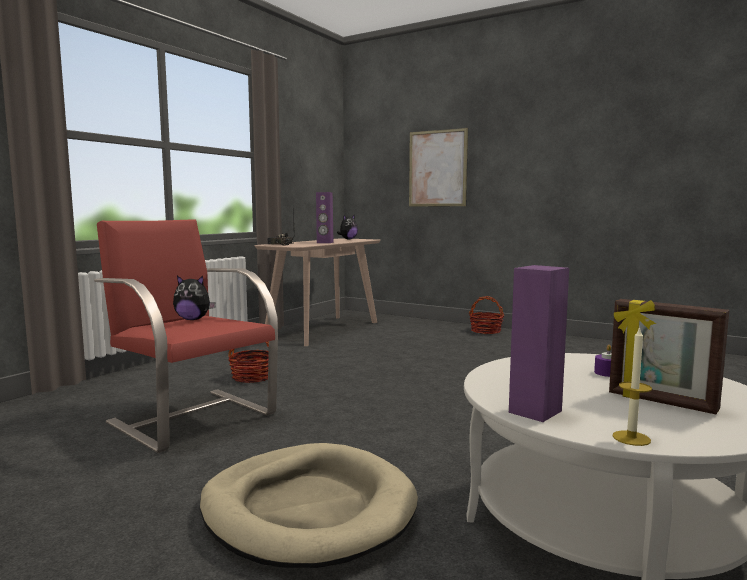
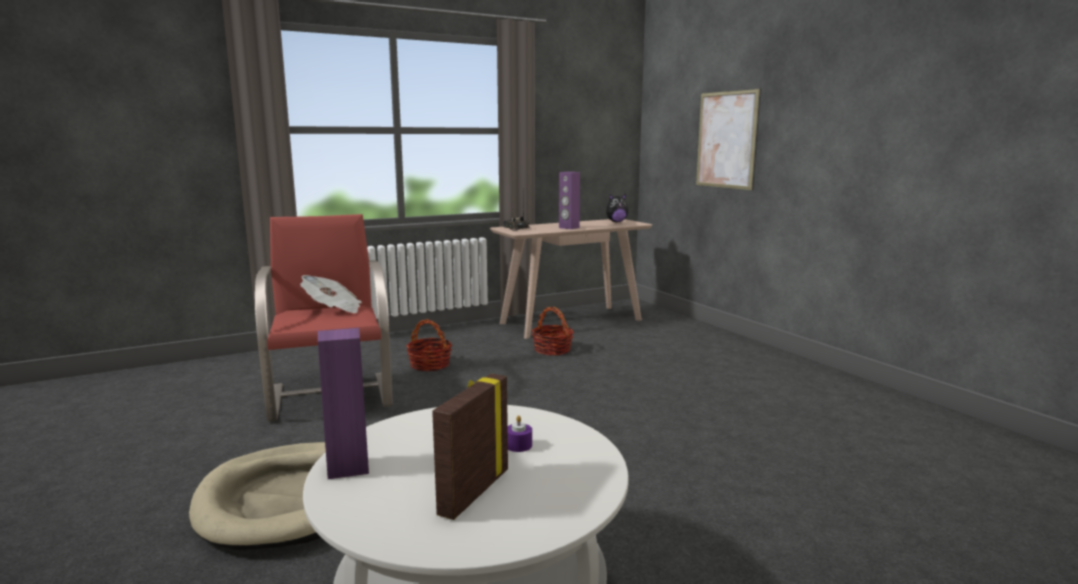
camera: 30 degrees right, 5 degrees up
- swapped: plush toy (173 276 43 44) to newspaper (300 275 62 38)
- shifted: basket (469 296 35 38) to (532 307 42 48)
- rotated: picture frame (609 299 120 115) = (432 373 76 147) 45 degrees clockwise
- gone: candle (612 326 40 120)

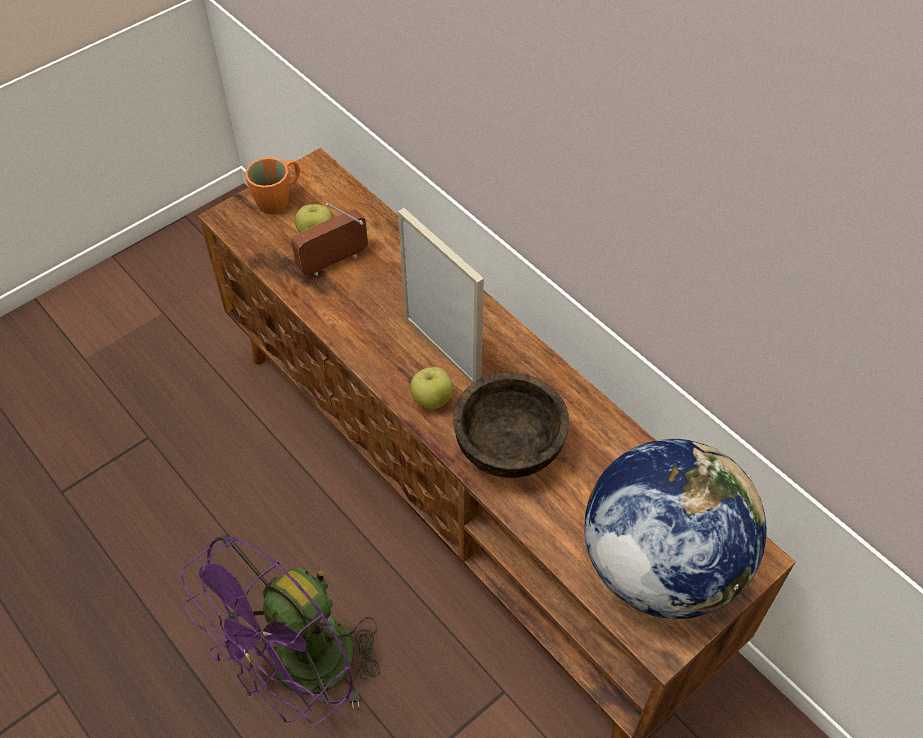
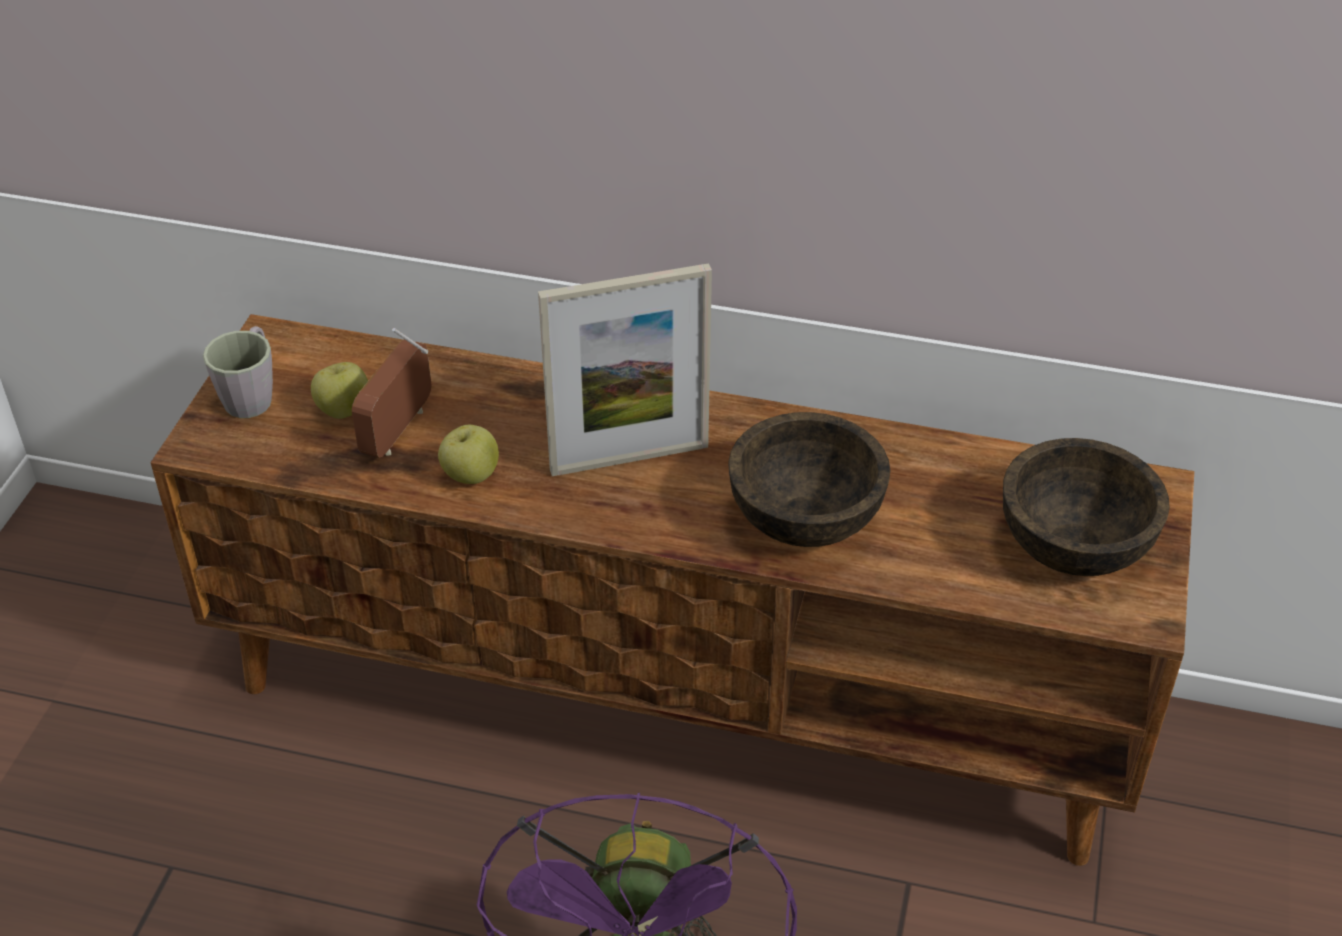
camera: 35 degrees left, 10 degrees down
- repainted: mug/orange (245 157 55 58) to mug/grey (203 326 70 92)
- rotated: picture frame (398 208 86 175) = (538 263 174 213) 150 degrees clockwise
- shifted: apple (410 367 43 42) to (438 425 61 59)
- swapped: globe (584 439 183 180) to bowl/brown (1003 438 167 138)

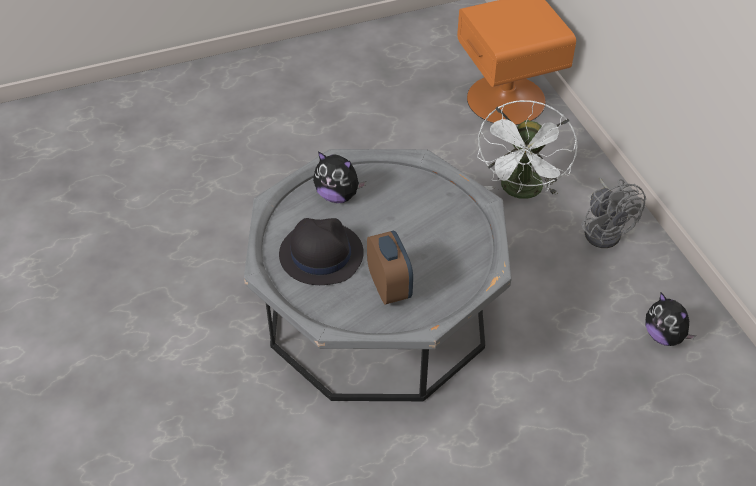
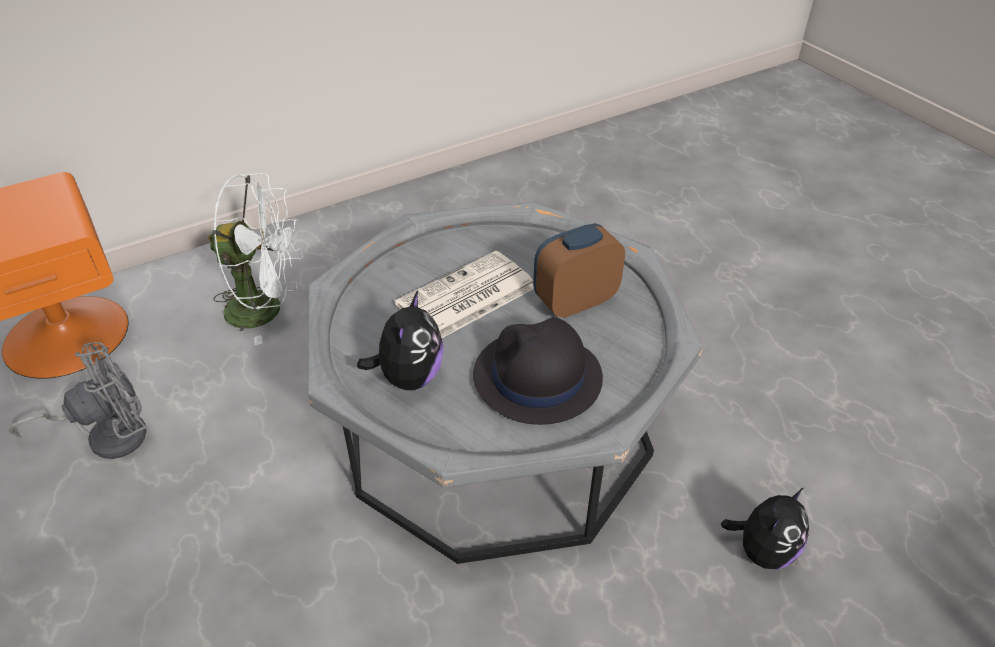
camera: 100 degrees left, 5 degrees down
- shifted: fan/grey (581 177 65 71) to (9 342 138 117)
- shifted: plush toy (645 292 51 54) to (721 488 88 81)
- new: newspaper (395 251 139 87)

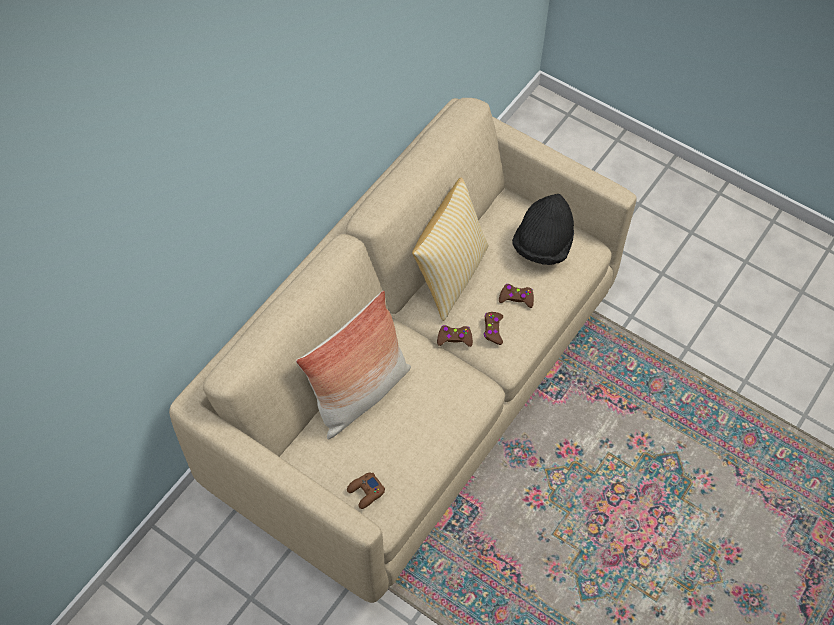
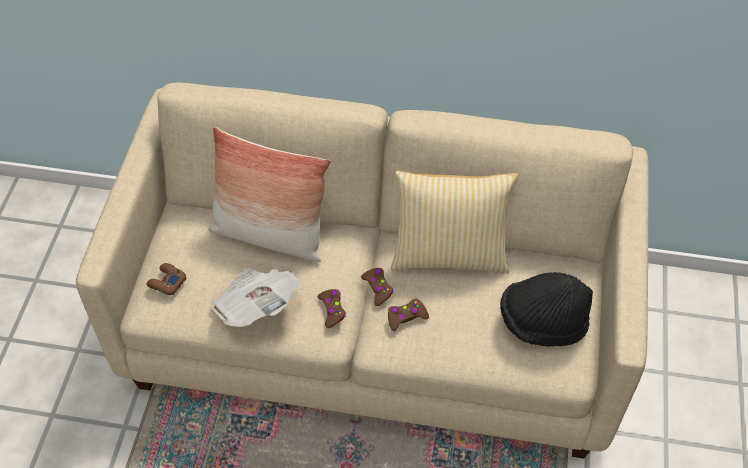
camera: 65 degrees right, 5 degrees down
- shifted: game controller/brown (499 284 35 24) to (318 289 28 39)
- new: newspaper (211 268 89 59)

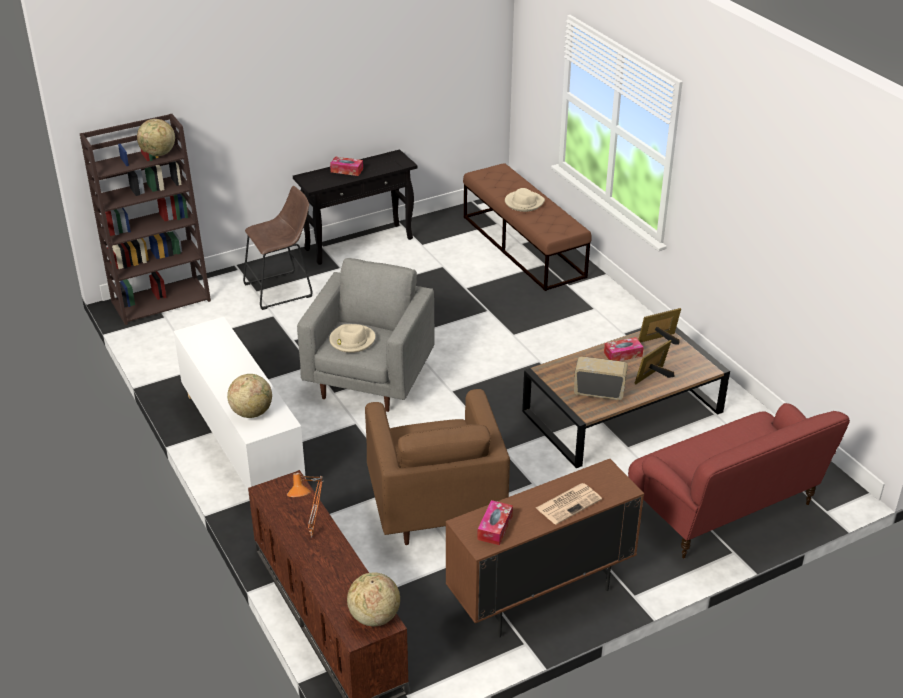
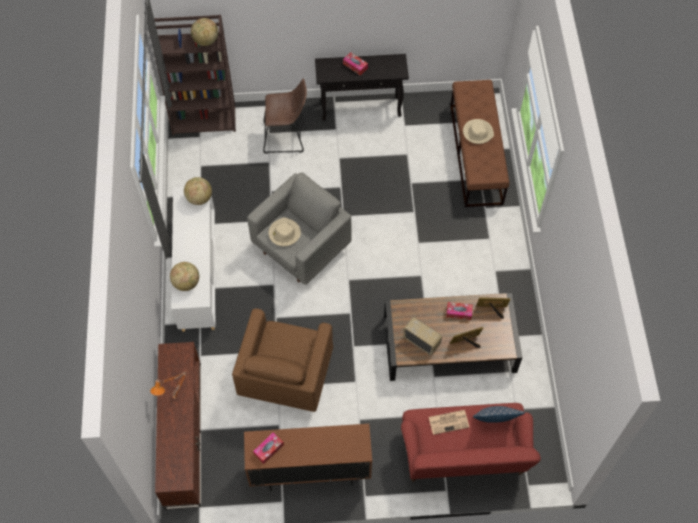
camera: 25 degrees right, 25 degrees up
- shifted: newspaper (536 483 66 42) to (429 410 40 25)
- shifted: globe (347 572 53 54) to (184 177 28 28)
- new: pillow (473 406 52 17)

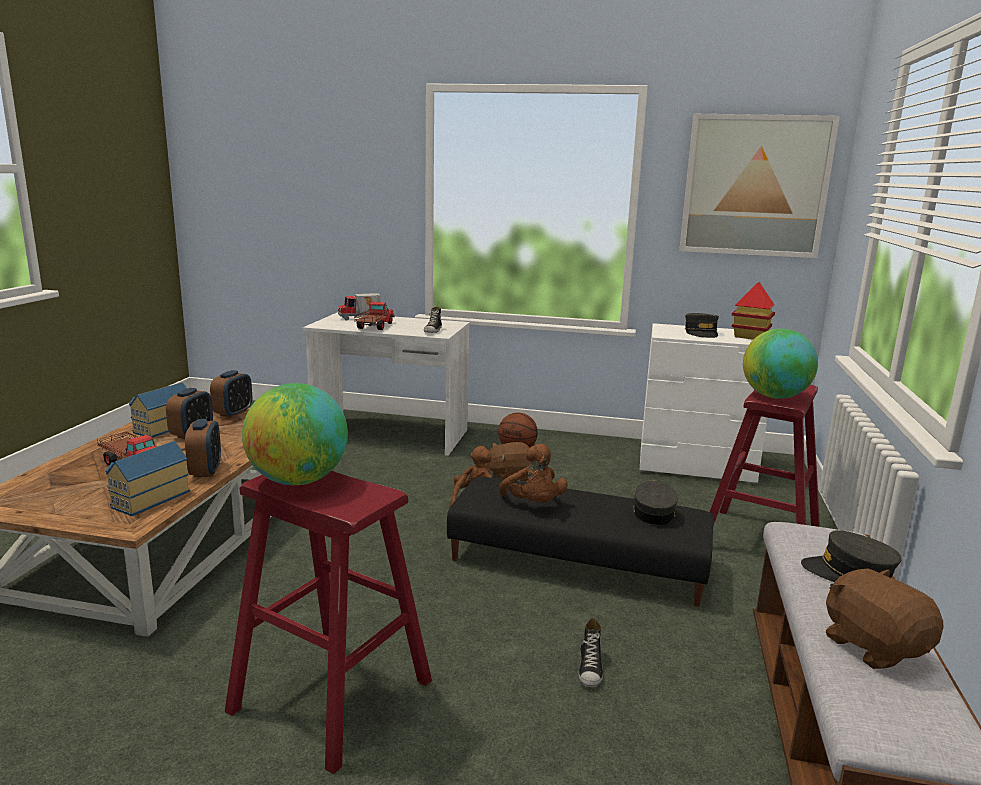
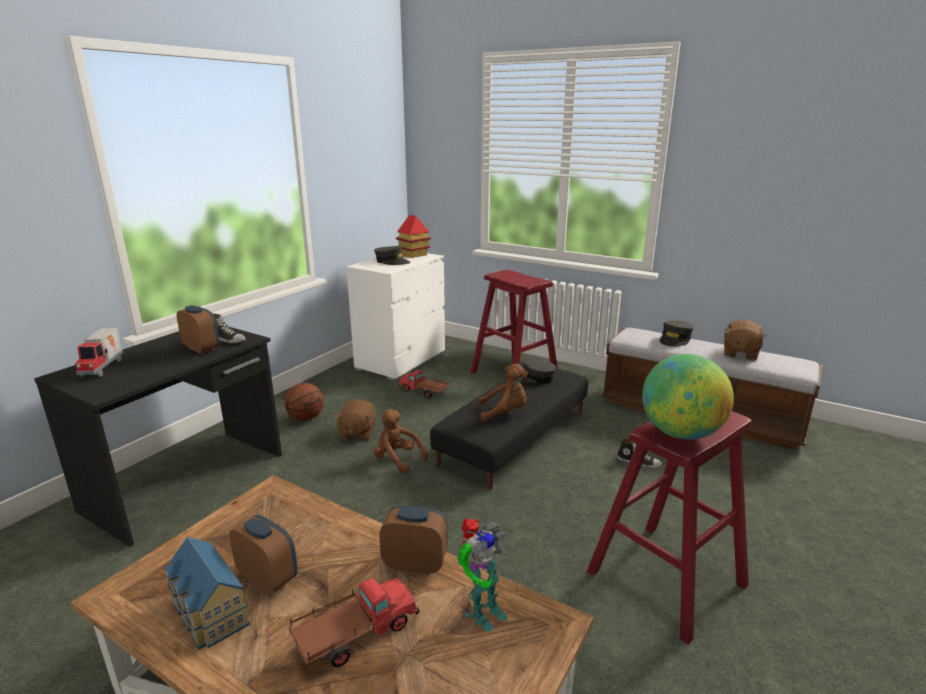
camera: 70 degrees left, 5 degrees up
- gone: picture (679 114 161 144)
- shifted: toy truck (354 302 41 28) to (398 370 51 28)
- repainted: desk/white (303 312 167 144) to desk/black (34 327 248 220)
- gone: globe (743 329 75 70)
- shifted: alarm clock (210 370 42 48) to (177 305 42 49)
- swapped: toy house (105 441 85 75) to toy robot (457 518 51 114)
- rotated: plush toy/brown (826 568 117 101) = (724 320 43 41) 60 degrees counterclockwise

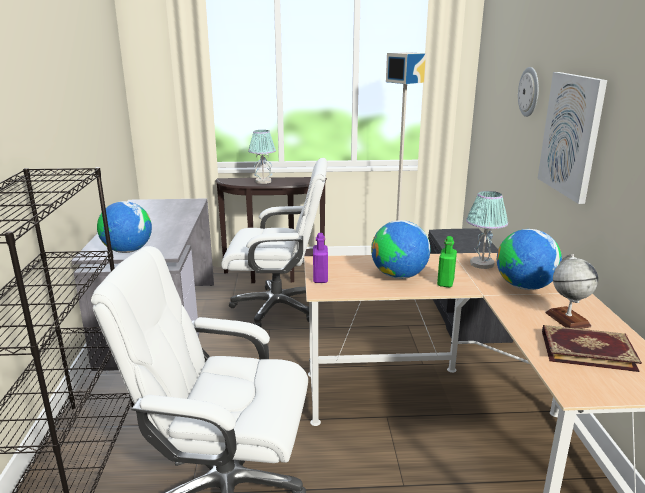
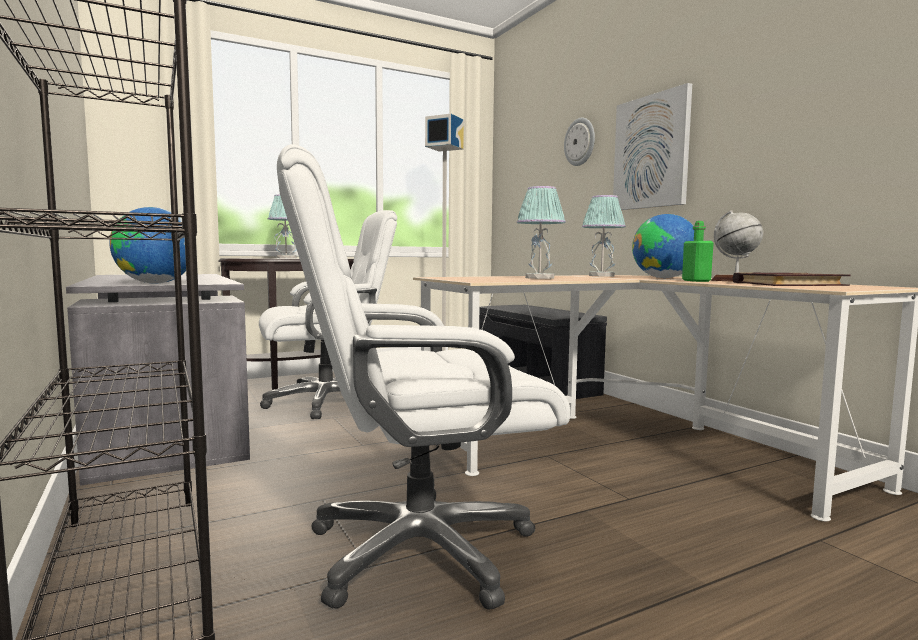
camera: 25 degrees left, 15 degrees down
- swapped: globe (371 220 59 59) to table lamp (517 186 49 93)
- gone: bottle/purple (313 233 15 50)
- shifted: bottle/green (437 236 20 51) to (682 221 32 61)

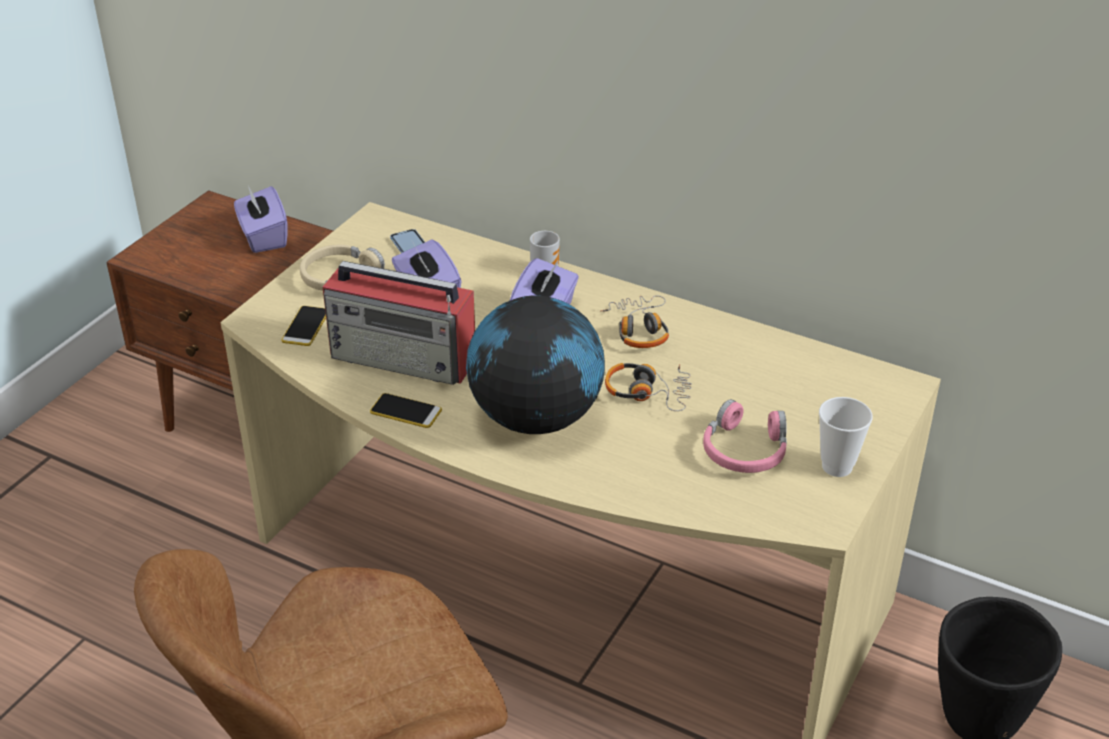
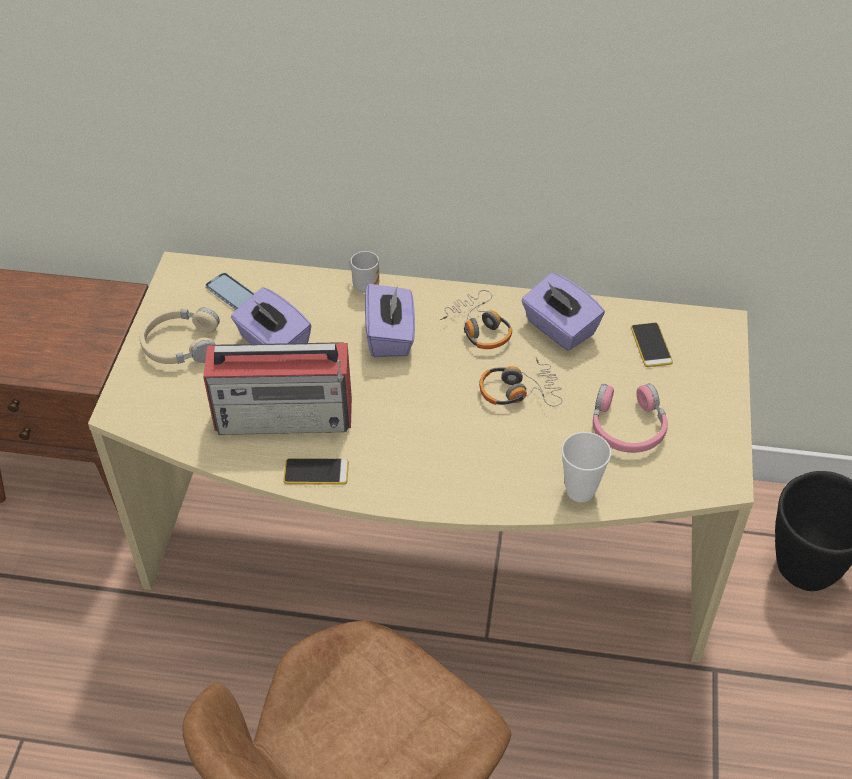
camera: 20 degrees left, 10 degrees up
- shifted: tissue box/purple (234 186 54 67) to (522 273 83 78)
- gone: globe (466 295 139 139)
- shifted: phone (281 306 45 40) to (631 322 42 45)
- shifted: cup (819 397 54 80) to (562 432 49 70)

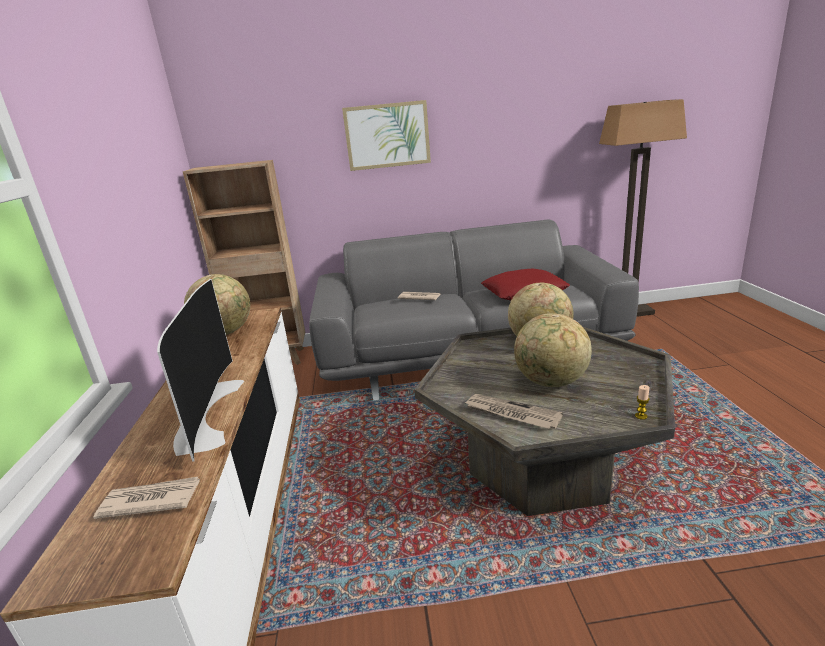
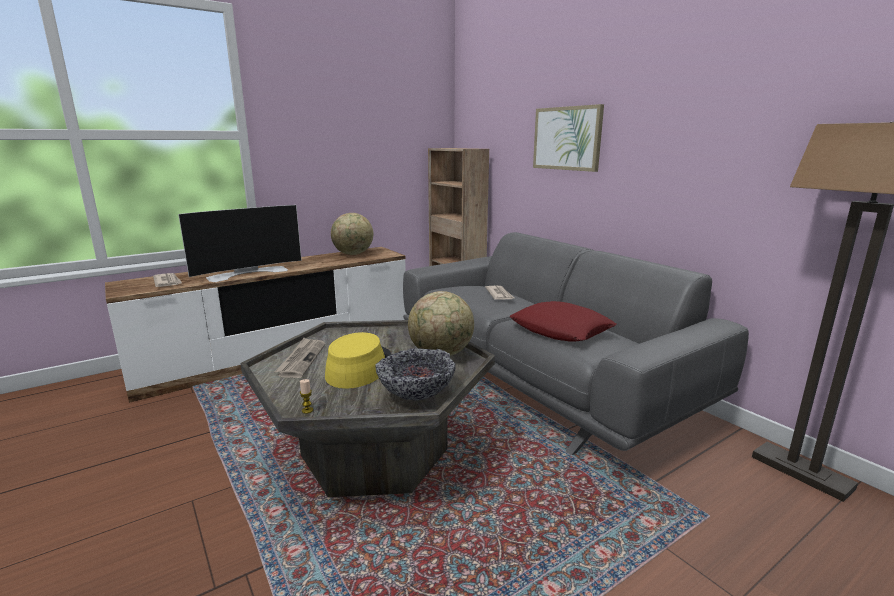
camera: 60 degrees right, 5 degrees down
- swapped: globe (514 313 78 74) to hat/yellow (325 332 67 57)
- new: bowl (376 348 80 53)

